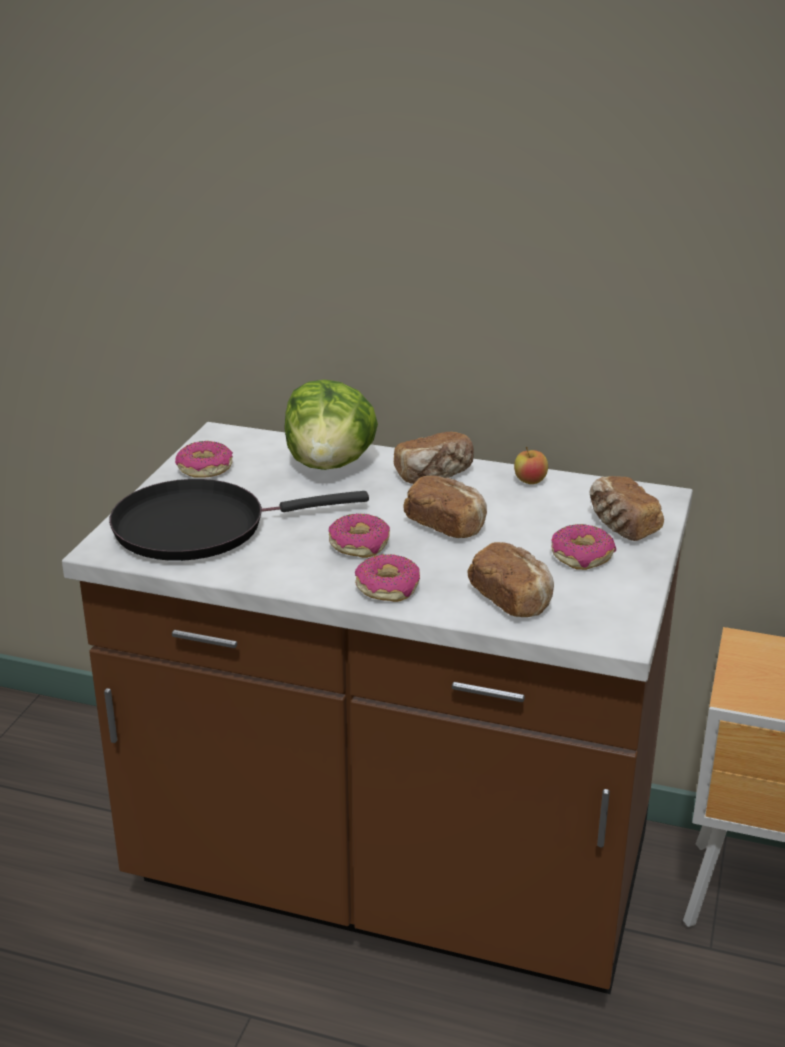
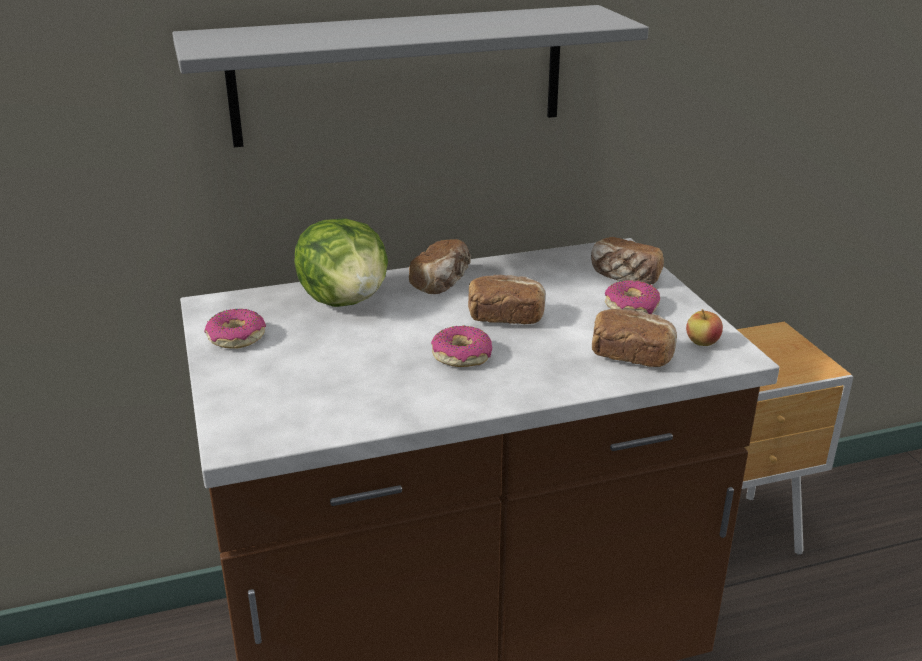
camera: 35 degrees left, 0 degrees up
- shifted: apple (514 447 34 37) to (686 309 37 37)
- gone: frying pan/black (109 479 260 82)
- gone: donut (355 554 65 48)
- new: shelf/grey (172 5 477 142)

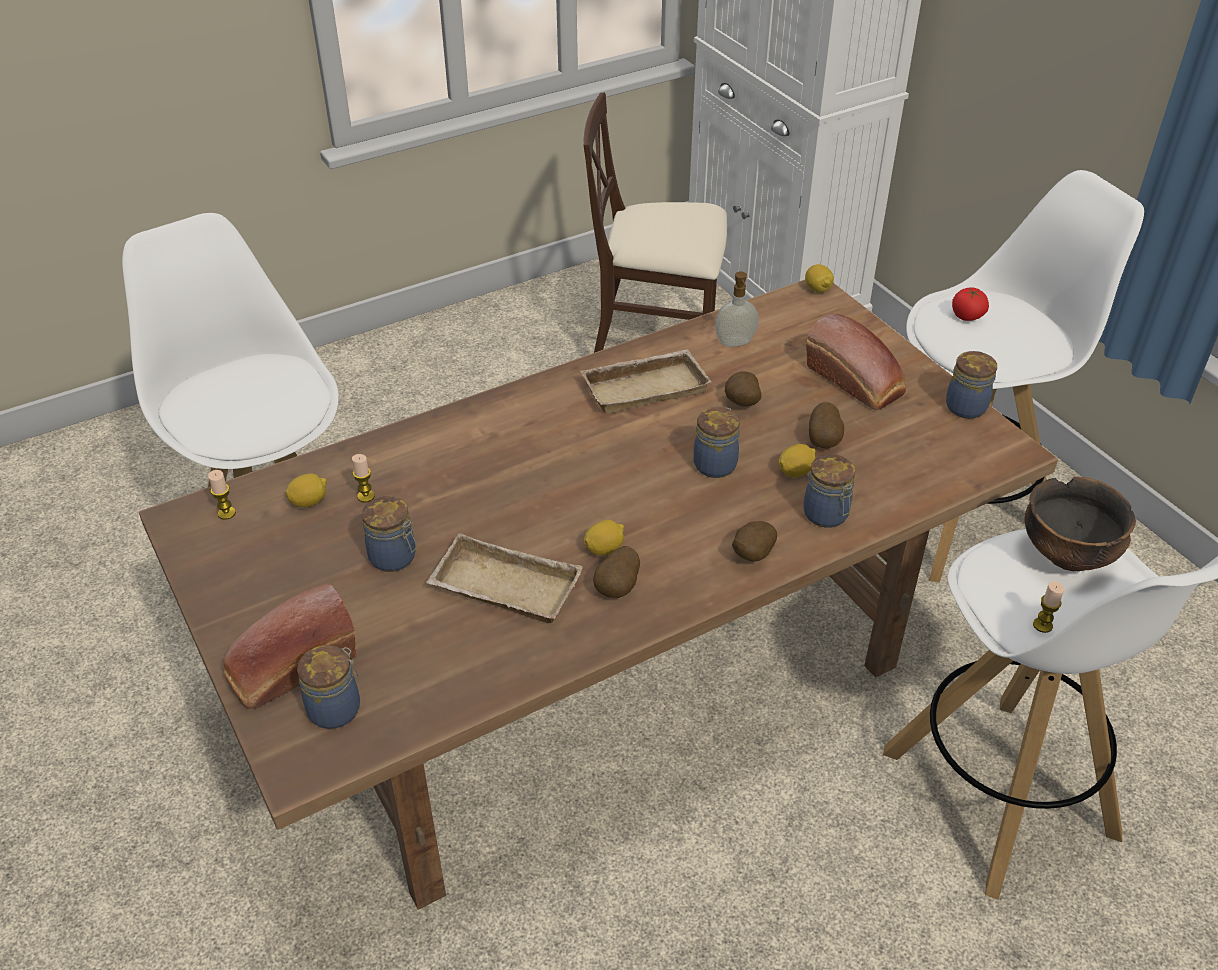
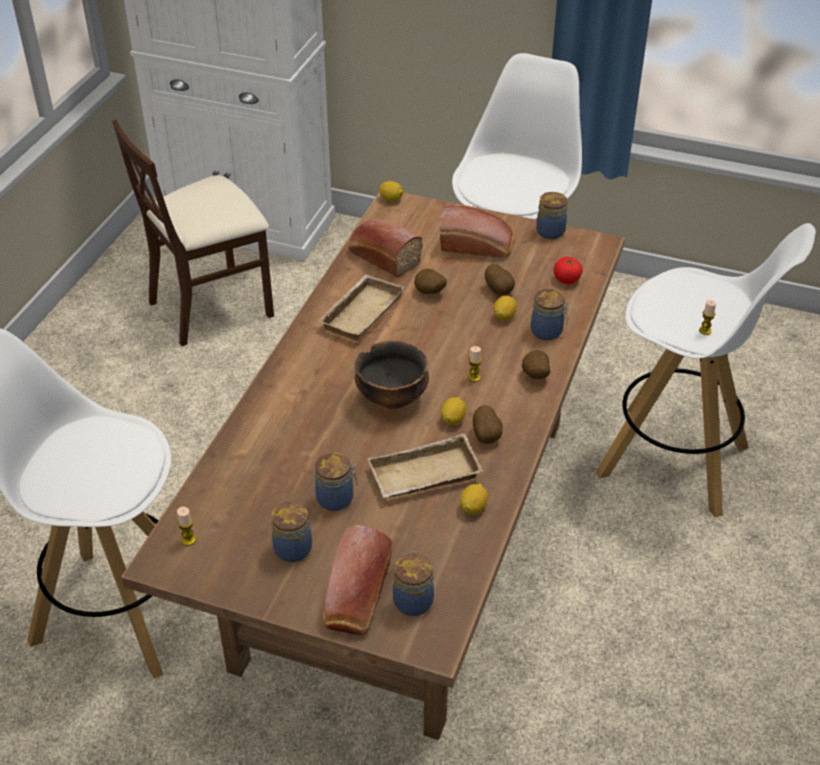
camera: 40 degrees left, 0 degrees up
- swapped: soap dispenser (715 271 44 76) to bread (348 220 75 58)
- shifted: tomato (952 287 37 34) to (554 257 29 27)
- shifted: jar (693 407 47 71) to (271 500 41 62)
- shifted: candle (352 454 23 48) to (468 346 14 36)
- shifted: lemon (286 473 41 35) to (460 484 28 31)
- shifted: bowl (1024 477 112 94) to (354 340 75 69)

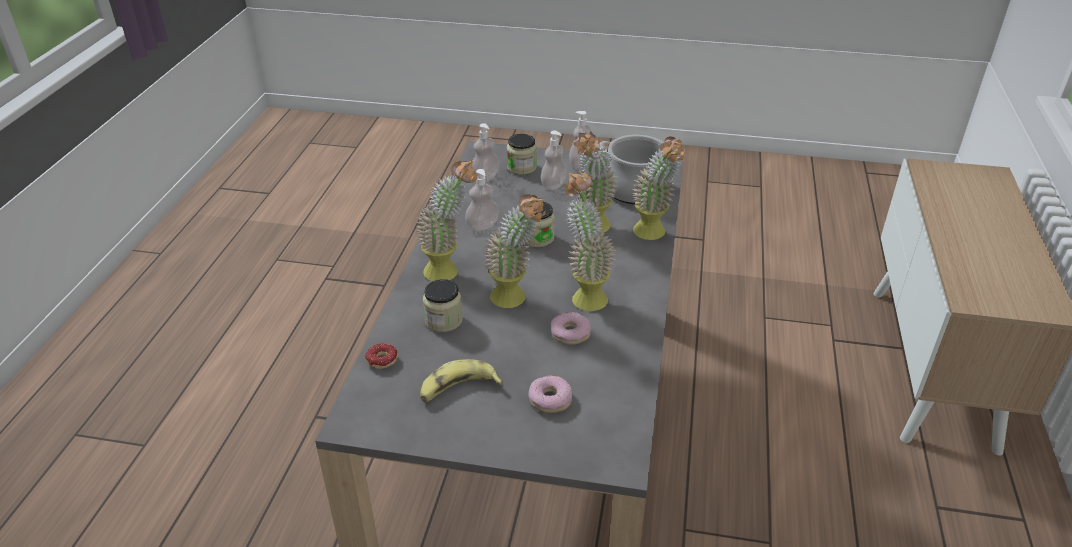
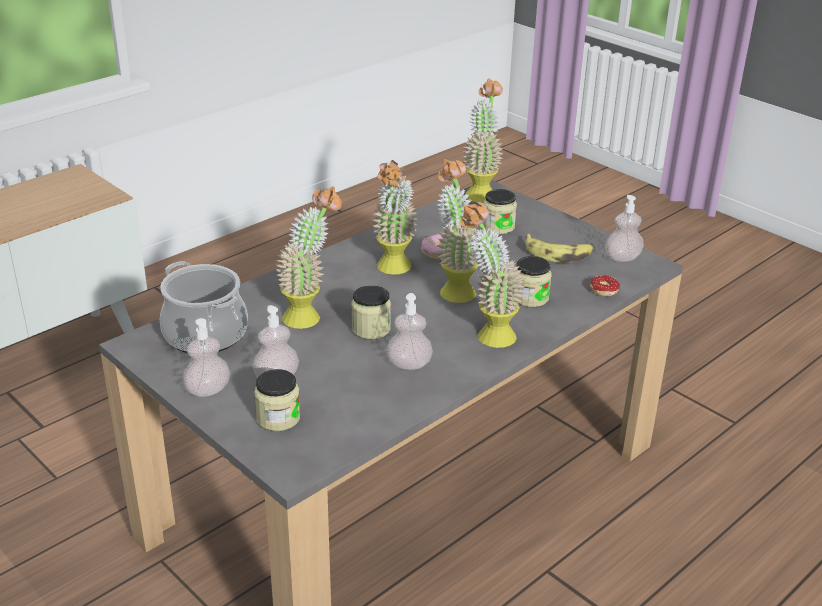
camera: 145 degrees left, 5 degrees down
- shifted: soap dispenser (472 123 28 59) to (605 195 39 67)
- shifted: potted plant (632 136 53 104) to (463 78 40 125)
- swapped: donut (529 376 43 37) to jar (482 189 35 45)

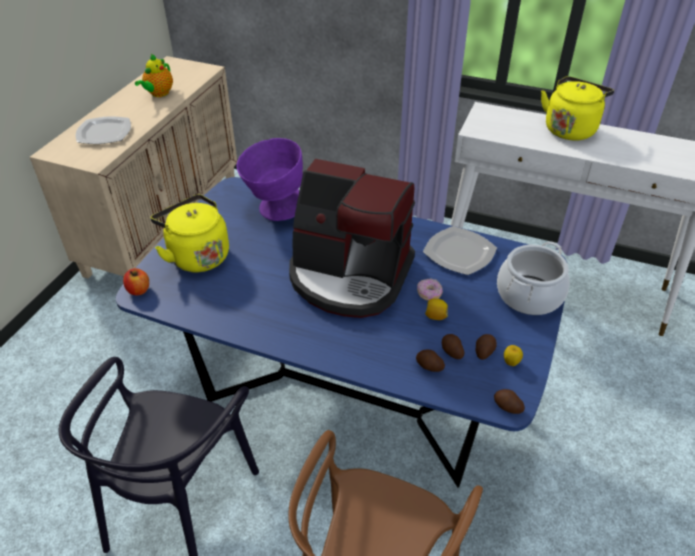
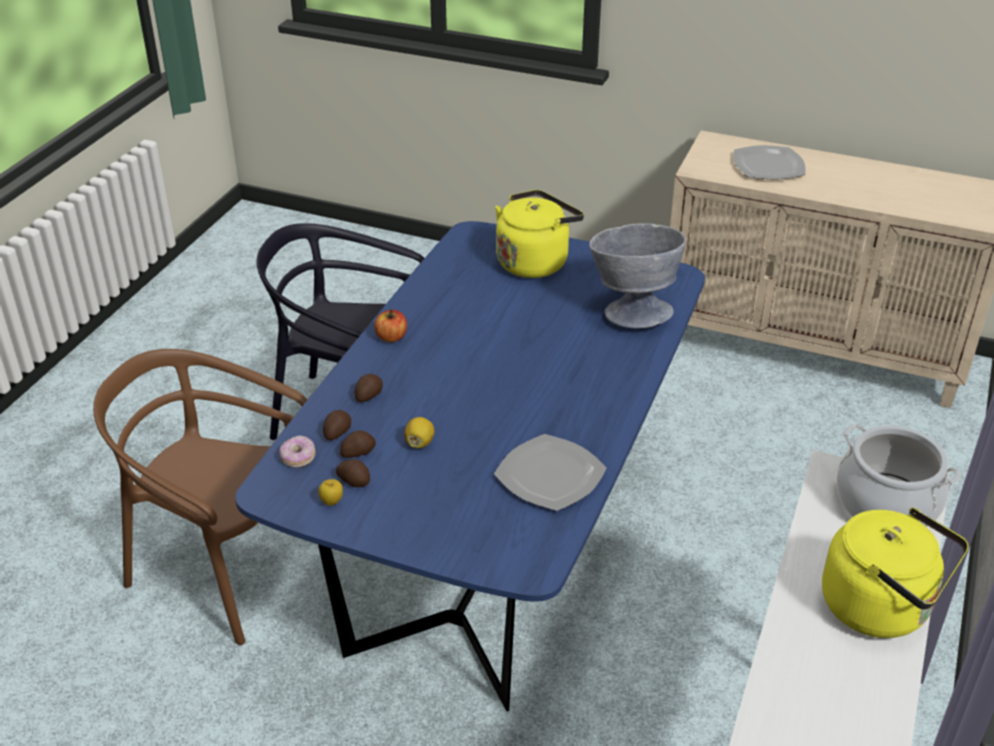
camera: 90 degrees right, 5 degrees down
- gone: teapot (135 54 38 43)
- repainted: bowl/purple (236 138 67 83) to bowl/grey (589 223 97 105)
- gone: coffee machine (289 159 126 159)
- shifted: cooking pot (497 241 73 74) to (837 424 124 103)
- shifted: apple (123 268 26 27) to (374 309 33 33)
- shifted: donut (417 279 26 22) to (279 435 36 32)
- shifted: potato (494 389 31 25) to (355 374 28 28)

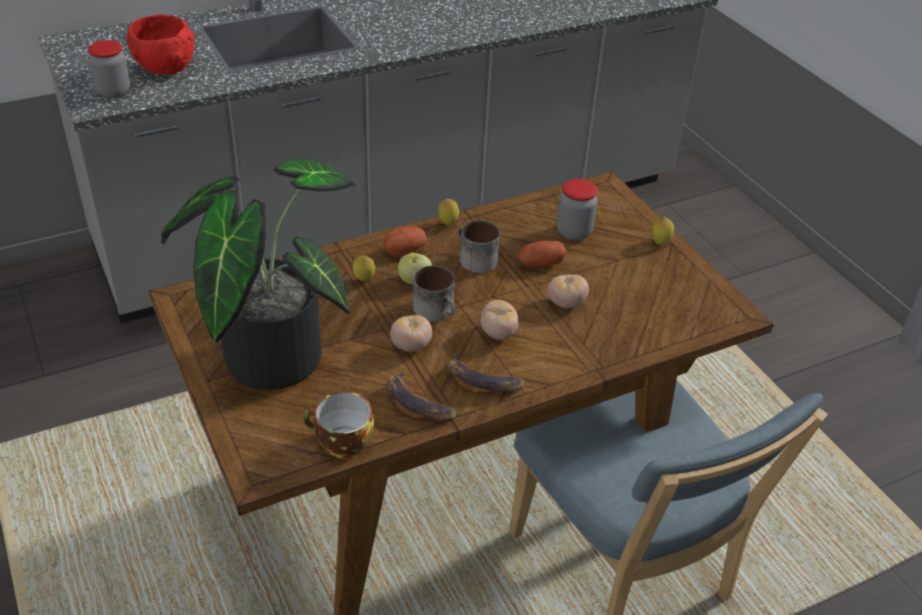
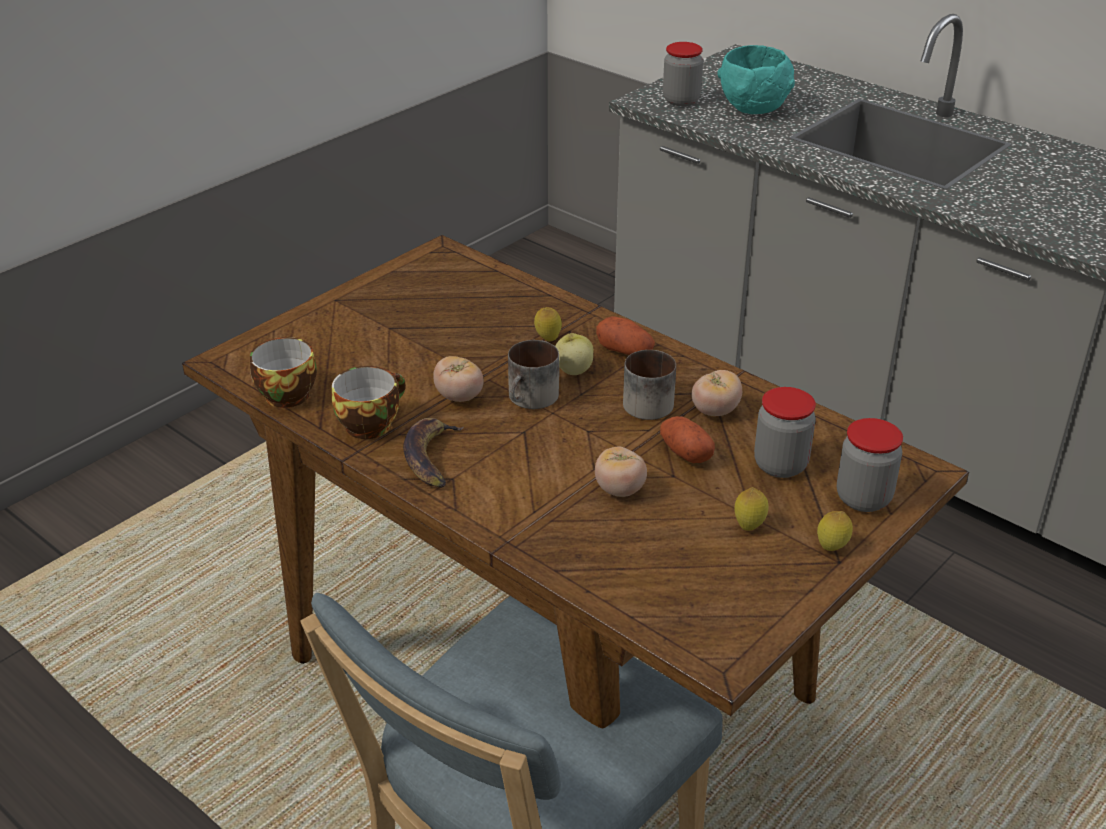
camera: 70 degrees right, 5 degrees down
- repainted: bowl/red (127 14 68 61) to bowl/turquoise (718 45 77 69)
- gone: potted plant (161 159 194 231)
- shifted: lemon (438 199 21 27) to (735 487 34 44)
- shifted: tomato (480 300 39 40) to (691 370 51 46)
- swapped: banana (387 370 72 51) to cup (332 366 74 73)
- new: jar (837 418 66 94)

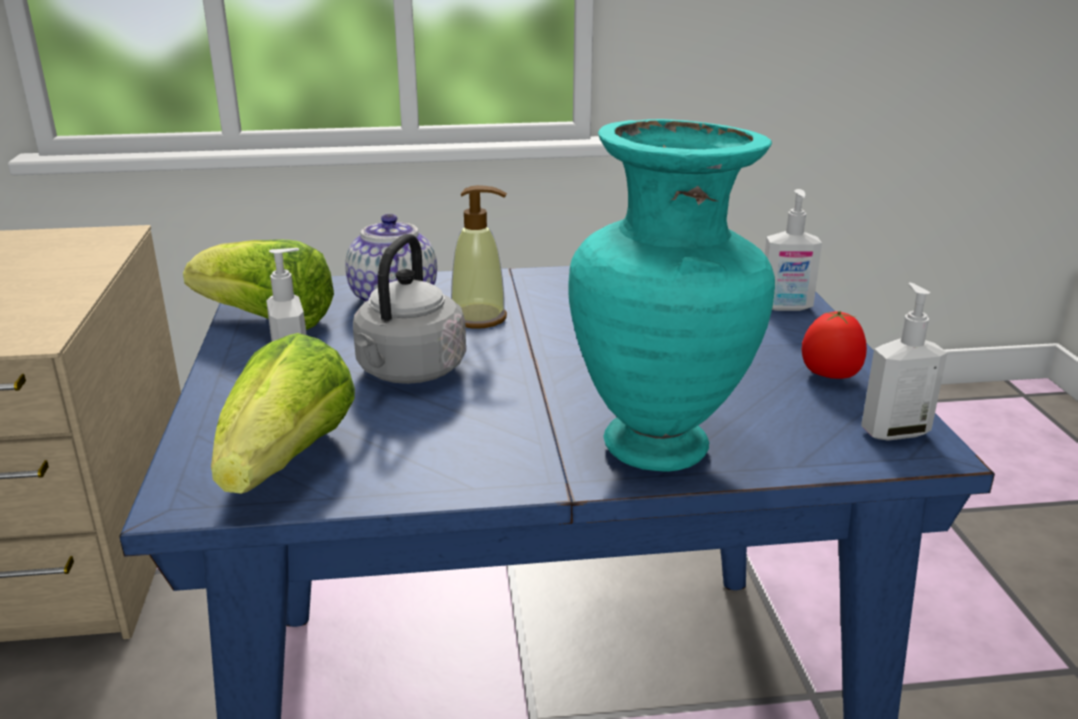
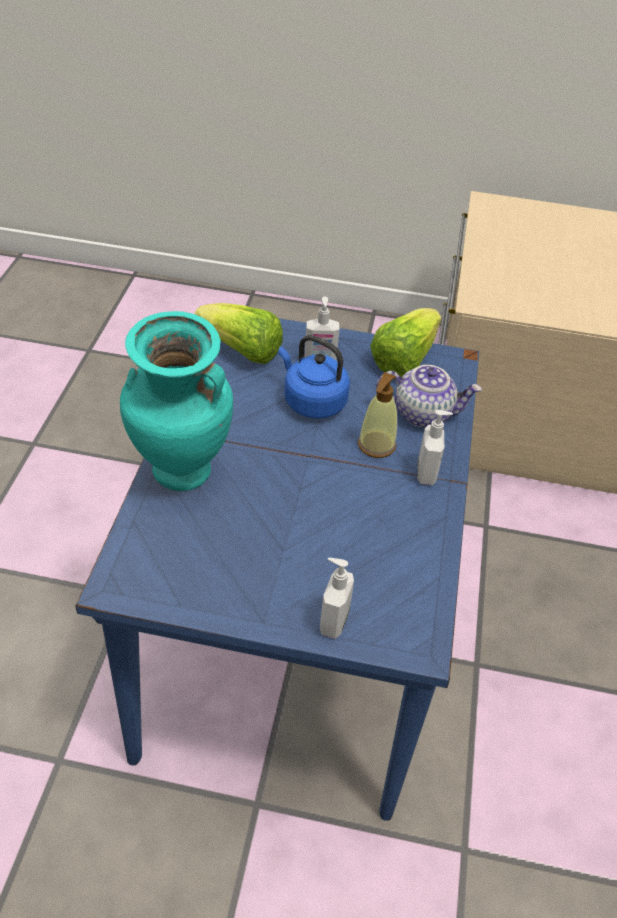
camera: 105 degrees right, 20 degrees up
- repainted: kettle/grey (353 234 113 150) to kettle/blue (278 335 72 83)
- shifted: soap dispenser (861 283 86 158) to (417 410 36 75)
- gone: tomato (802 310 65 69)

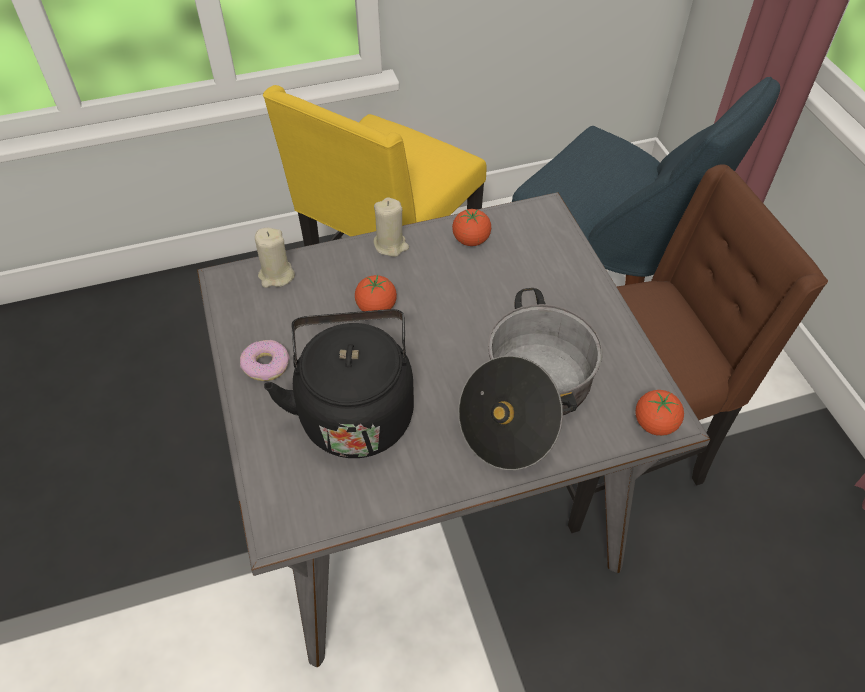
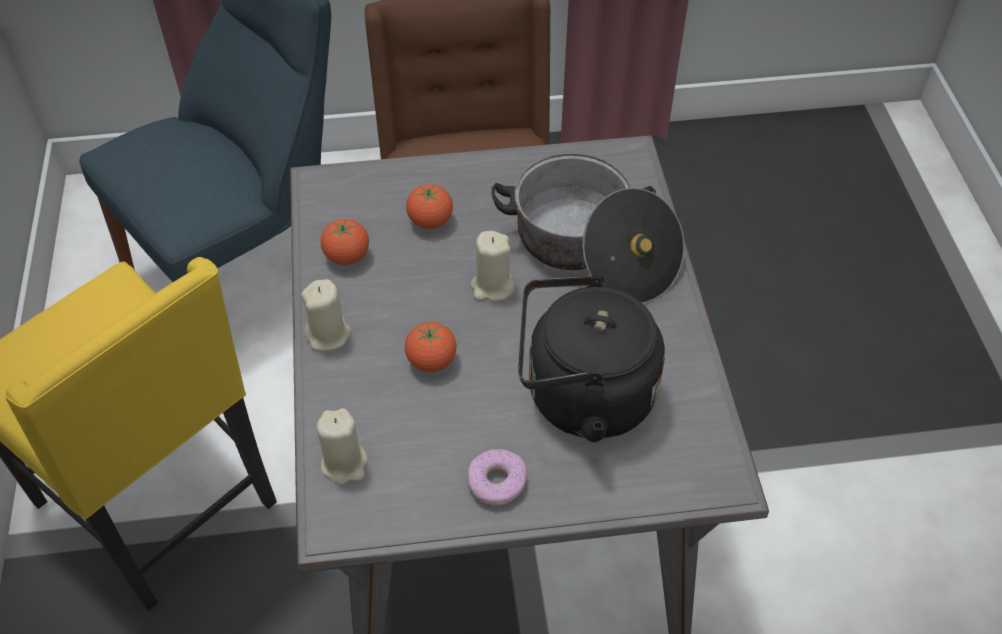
camera: 80 degrees left, 0 degrees up
- shifted: tomato (635 390 49 46) to (406 184 47 45)
- new: candle/beige (471 231 44 70)

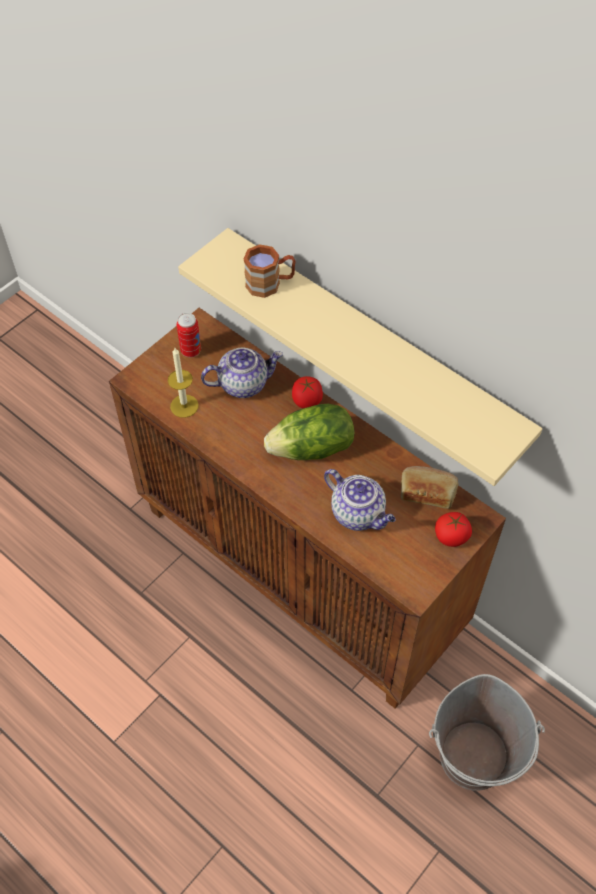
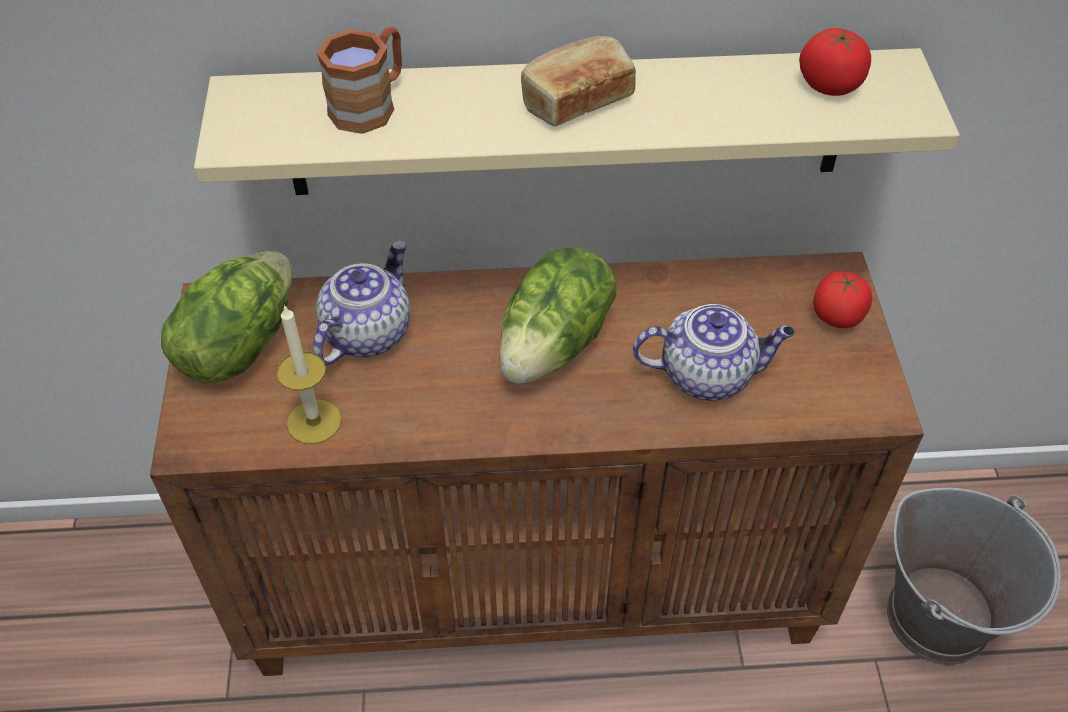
camera: 45 degrees left, 5 degrees down
- swapped: can (177 313 24 44) to lettuce (161 251 131 132)
- shifted: tomato (292 376 31 32) to (799 28 72 68)
- shifted: bread (401 466 58 43) to (521 36 115 90)

